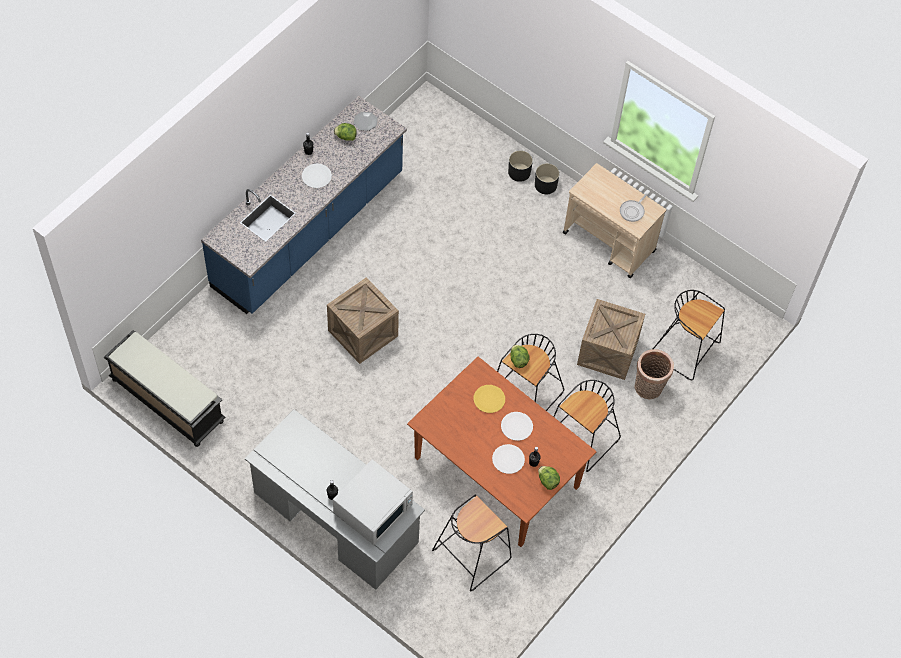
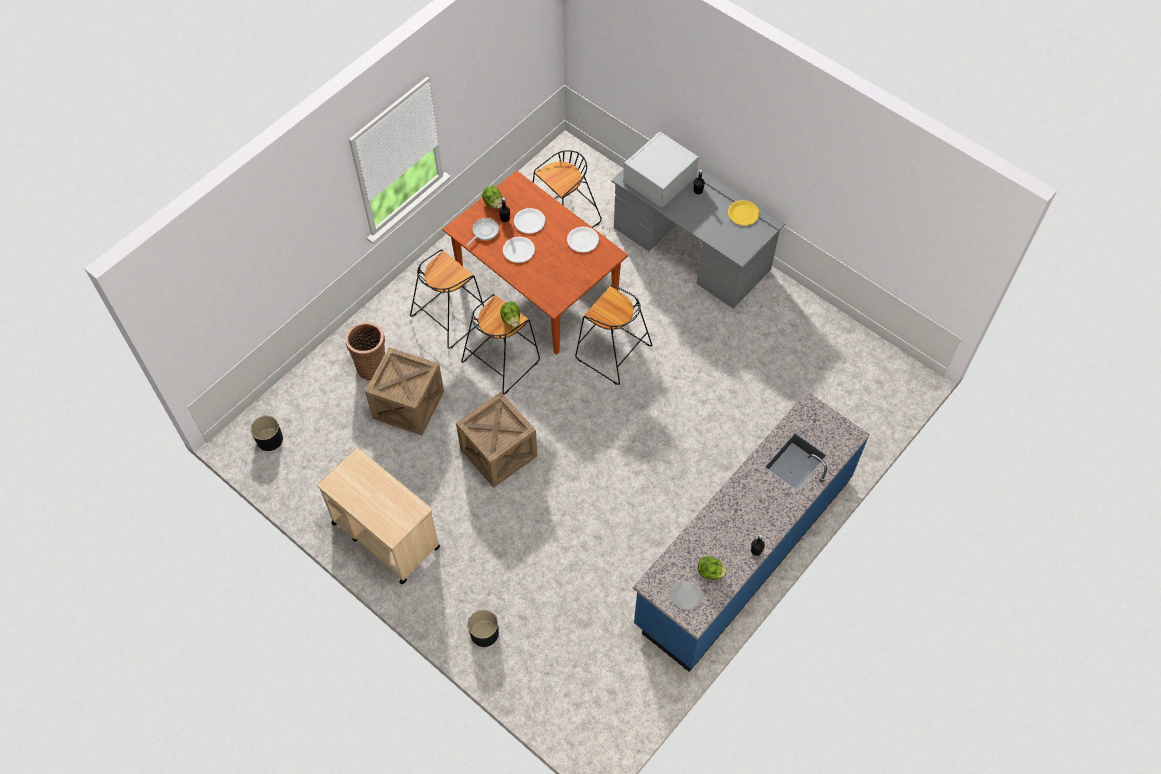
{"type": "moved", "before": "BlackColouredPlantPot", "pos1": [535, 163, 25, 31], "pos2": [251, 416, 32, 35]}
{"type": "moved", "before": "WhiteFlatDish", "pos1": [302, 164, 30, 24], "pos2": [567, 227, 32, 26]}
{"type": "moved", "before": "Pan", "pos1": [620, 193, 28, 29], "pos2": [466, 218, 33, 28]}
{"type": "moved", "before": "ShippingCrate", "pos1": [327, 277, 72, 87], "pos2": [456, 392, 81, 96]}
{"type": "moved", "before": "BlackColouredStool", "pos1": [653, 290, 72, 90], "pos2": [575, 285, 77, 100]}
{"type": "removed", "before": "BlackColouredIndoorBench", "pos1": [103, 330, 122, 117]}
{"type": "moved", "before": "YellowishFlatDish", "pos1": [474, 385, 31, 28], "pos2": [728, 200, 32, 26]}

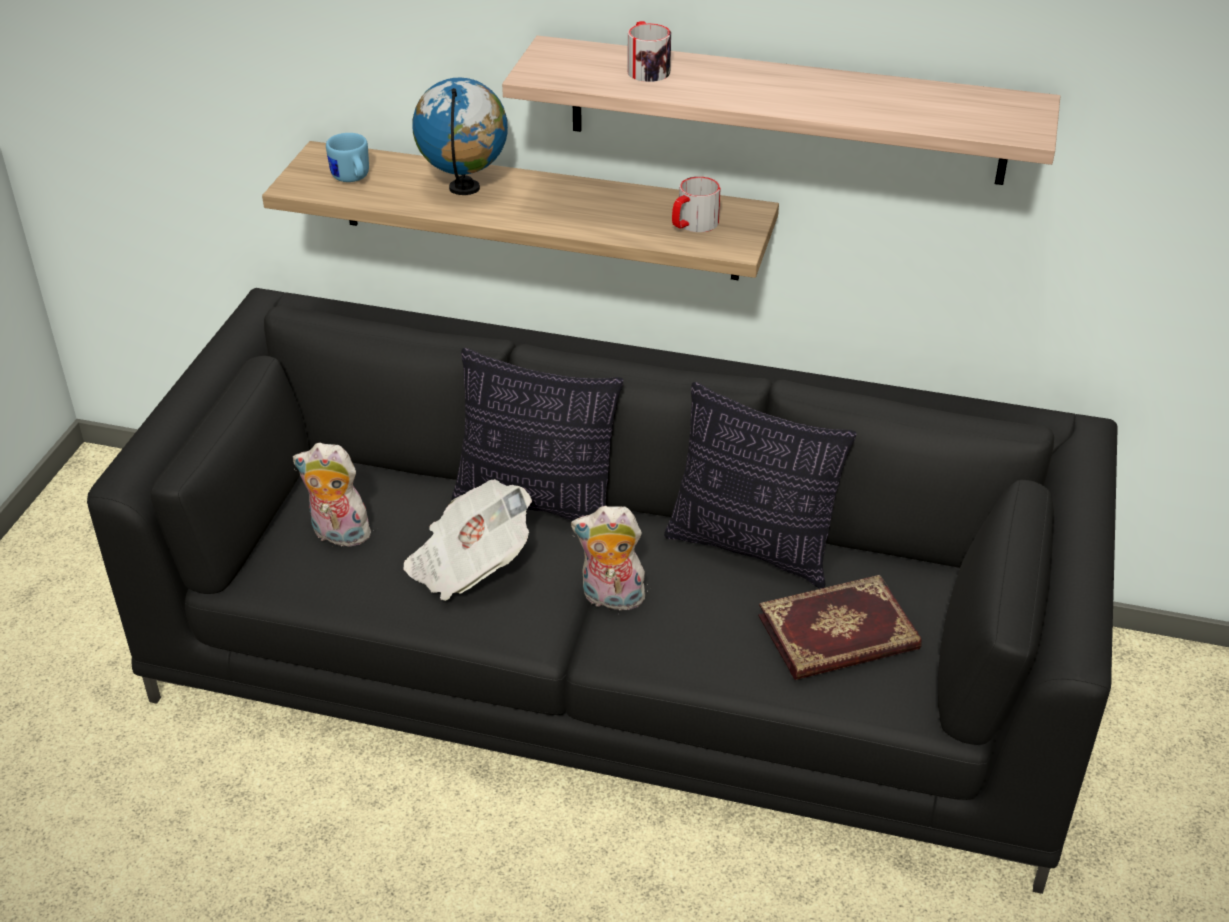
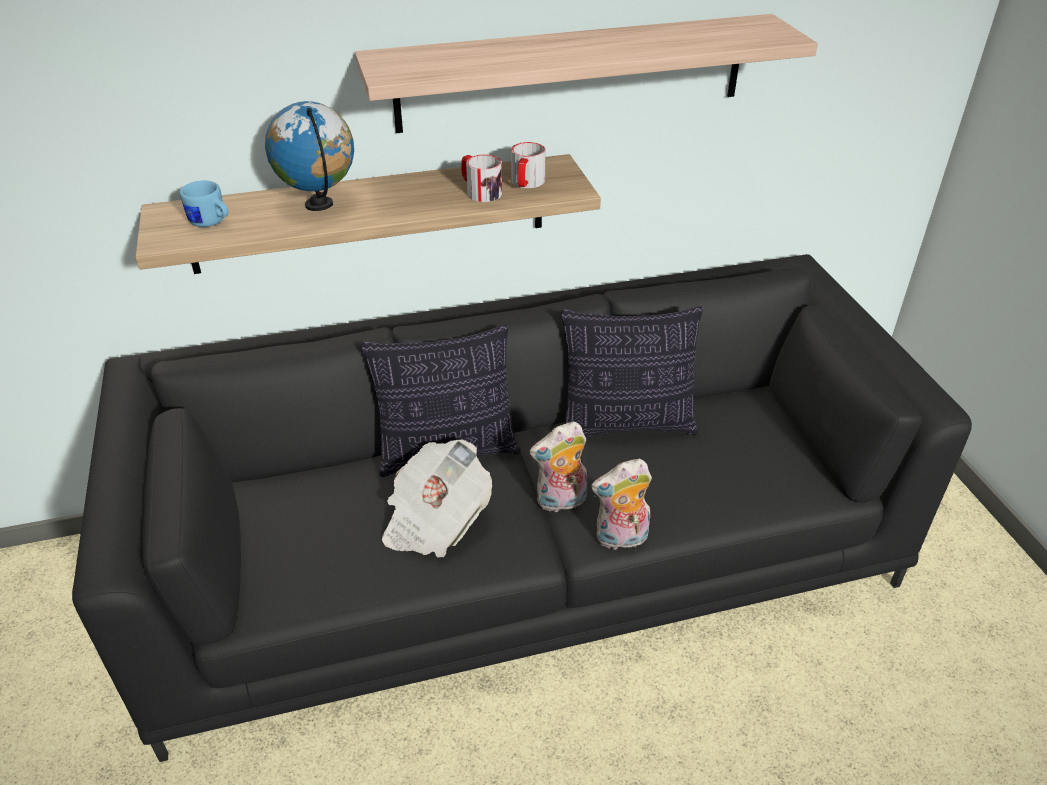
{"type": "moved", "before": "CoffeeMug", "pos1": [627, 21, 44, 61], "pos2": [461, 154, 41, 48]}
{"type": "moved", "before": "SoftToy", "pos1": [293, 443, 81, 107], "pos2": [591, 459, 61, 91]}
{"type": "removed", "before": "BoundBook", "pos1": [758, 575, 164, 105]}

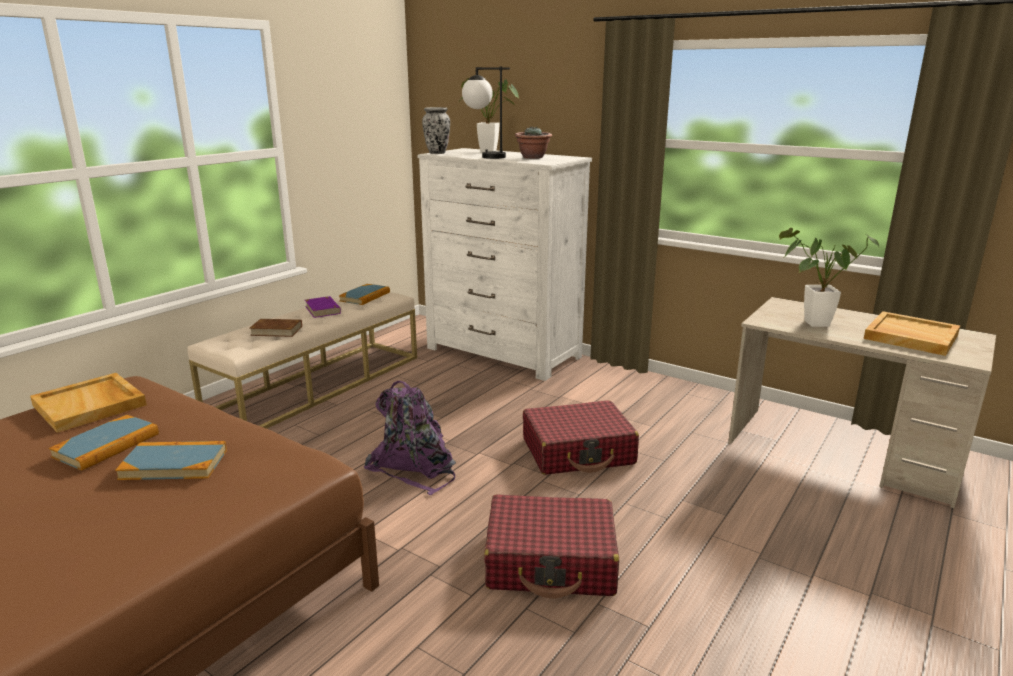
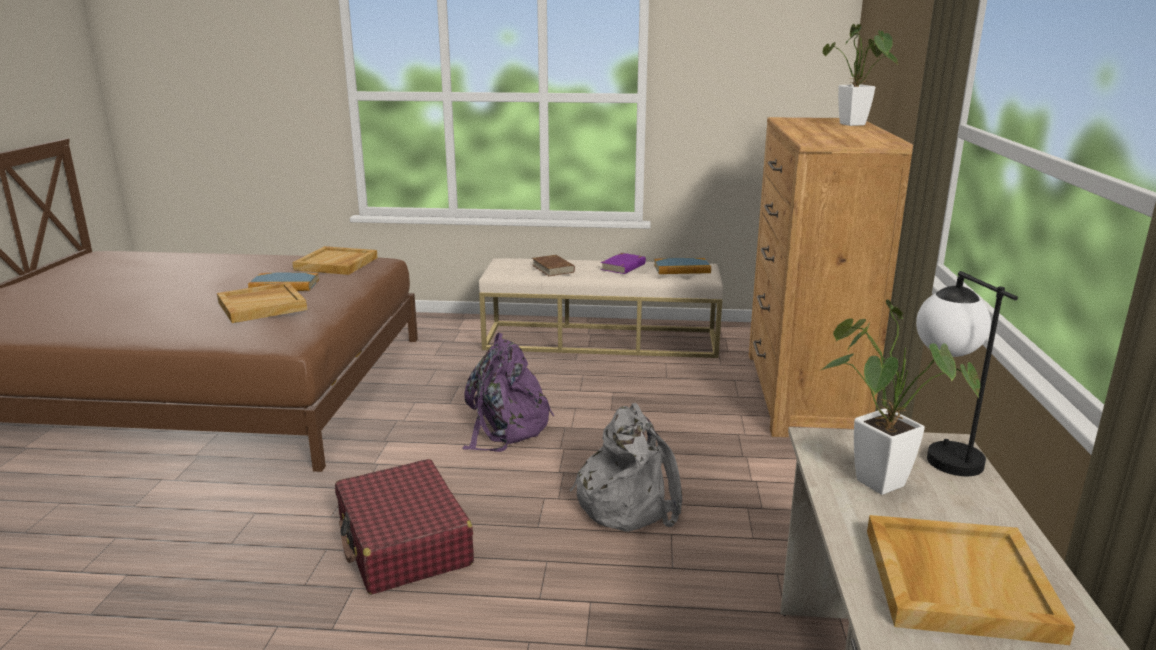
{"type": "moved", "before": "LampForATable", "pos1": [462, 67, 48, 92], "pos2": [916, 271, 102, 205]}
{"type": "removed", "before": "DecorativeVase", "pos1": [422, 107, 28, 47]}
{"type": "removed", "before": "PlantInAPot", "pos1": [515, 127, 37, 32]}
{"type": "recoloured", "before": "WhiteDrawerChest", "after": "BrownColouredDrawerChest", "pos1": [417, 148, 175, 233], "pos2": [749, 117, 164, 320]}
{"type": "replaced", "before": "ReddishPieceOfLuggage", "after": "GreyBackpack", "pos1": [523, 400, 116, 75], "pos2": [570, 403, 112, 129]}
{"type": "replaced", "before": "BoundBook", "after": "BeigeColouredCarryingTray", "pos1": [115, 441, 112, 39], "pos2": [217, 282, 90, 41]}

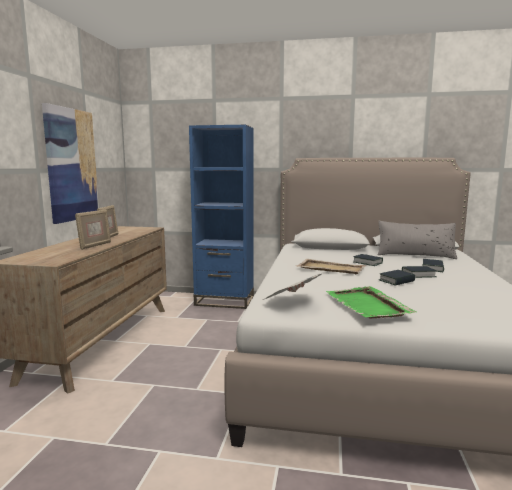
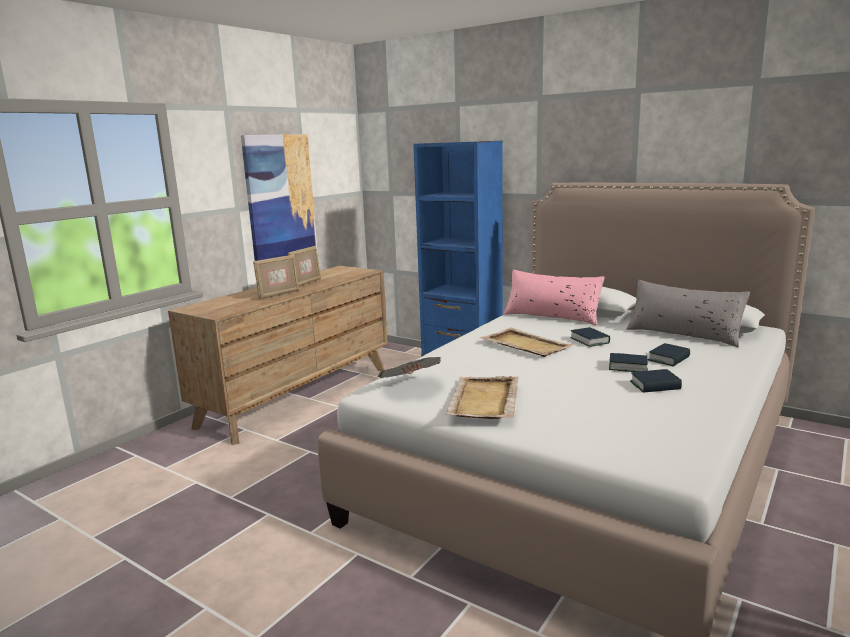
{"type": "moved", "before": "BoundBook", "pos1": [379, 270, 36, 15], "pos2": [630, 369, 52, 24]}
{"type": "recoloured", "before": "GreenishCarryingTray", "after": "BeigeColouredCarryingTray", "pos1": [326, 286, 91, 32], "pos2": [446, 376, 72, 43]}
{"type": "added", "after": "PinkishCushion", "pos2": [504, 269, 101, 56]}

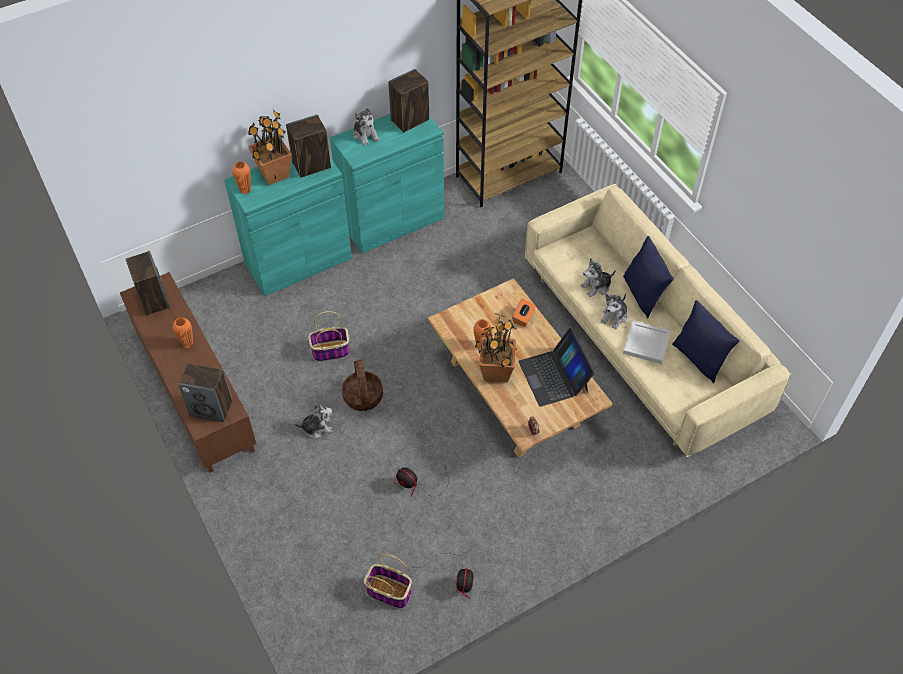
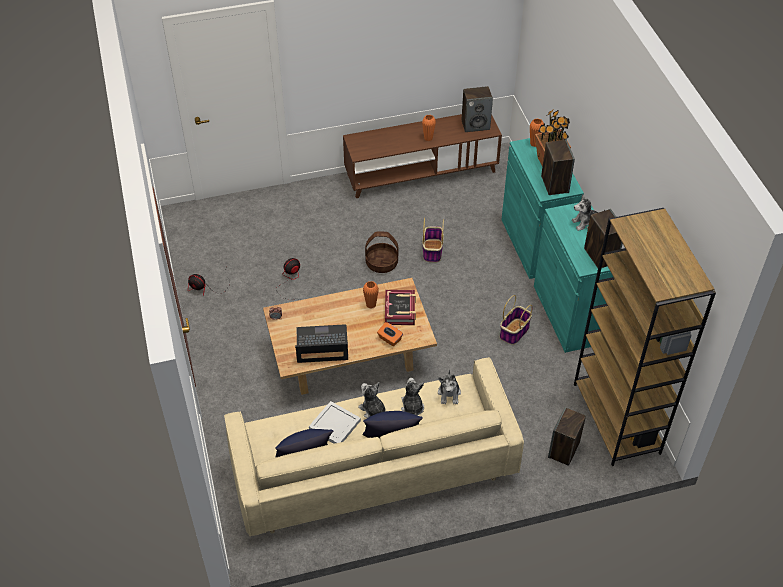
{"type": "removed", "before": "PlantInAPot", "pos1": [475, 313, 42, 70]}
{"type": "moved", "before": "Speaker", "pos1": [178, 363, 54, 59], "pos2": [548, 407, 38, 59]}
{"type": "moved", "before": "SoftToy", "pos1": [295, 403, 38, 35], "pos2": [438, 370, 23, 34]}
{"type": "moved", "before": "HouseholdBasket", "pos1": [364, 554, 48, 55], "pos2": [500, 295, 33, 50]}
{"type": "added", "after": "BoundBook", "pos2": [385, 290, 31, 35]}

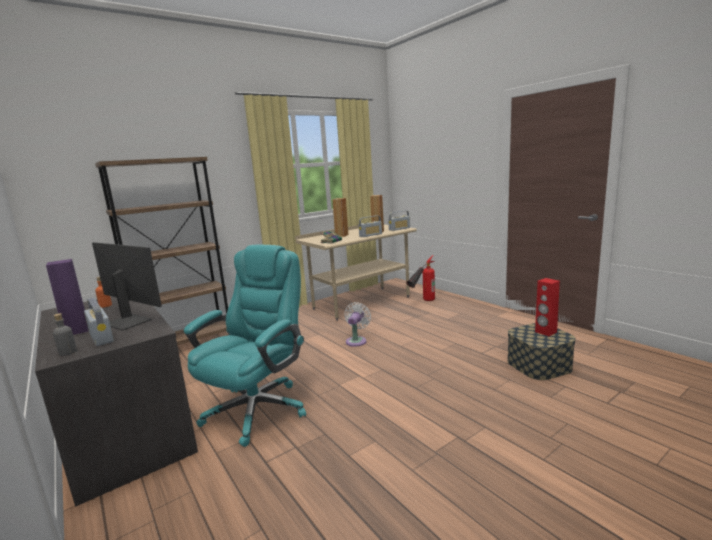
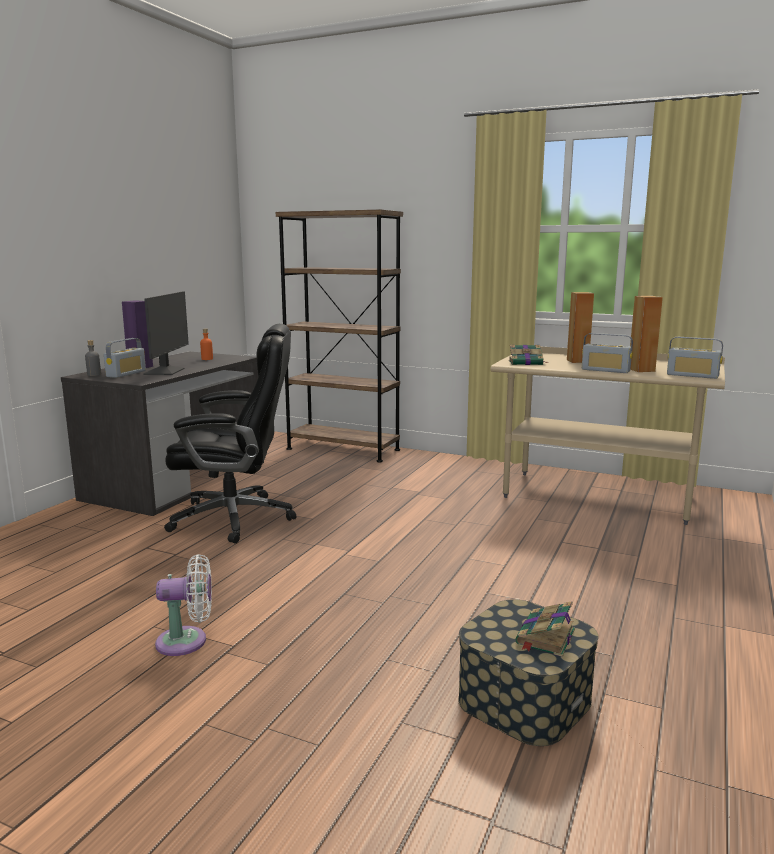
{"type": "recoloured", "before": "BlueGreenDeskChair", "after": "BlackColouredDeskChair", "pos1": [184, 244, 122, 203], "pos2": [164, 324, 132, 220]}
{"type": "removed", "before": "FireExtinguisher", "pos1": [407, 255, 28, 46]}
{"type": "replaced", "before": "ReddishSpeaker", "after": "BoundBook", "pos1": [535, 278, 25, 58], "pos2": [516, 601, 59, 56]}
{"type": "moved", "before": "WhiteFan", "pos1": [344, 302, 27, 45], "pos2": [155, 554, 57, 102]}

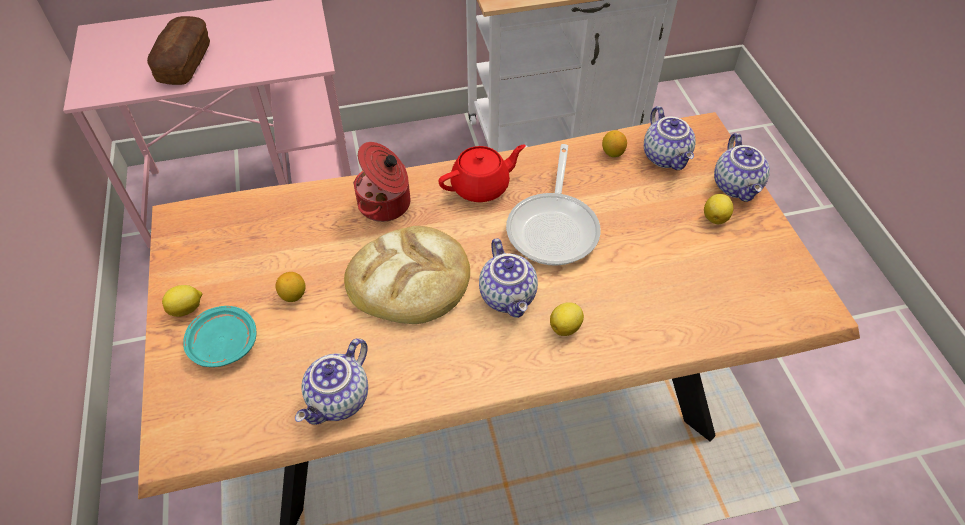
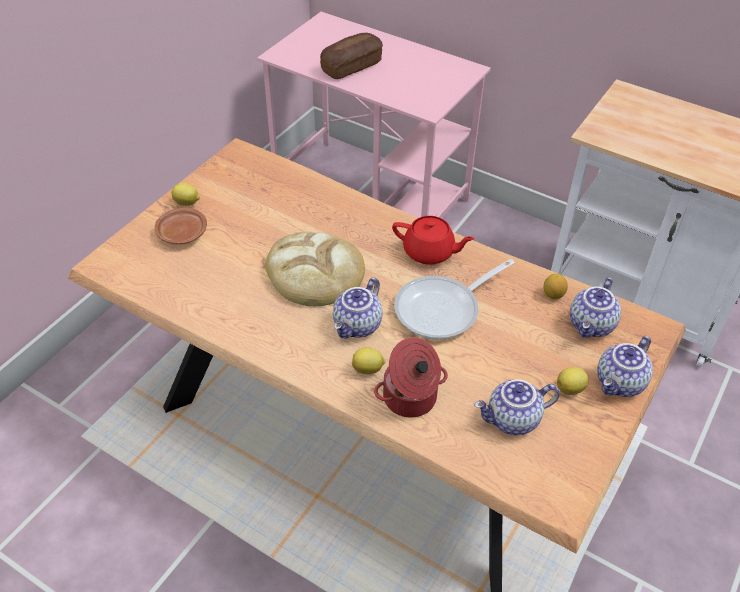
{"type": "moved", "before": "Saucepot", "pos1": [353, 142, 57, 80], "pos2": [374, 337, 74, 81]}
{"type": "removed", "before": "Lemon", "pos1": [276, 272, 30, 30]}
{"type": "recoloured", "before": "BlueGreenFlatDish", "after": "BrownColouredFlatDish", "pos1": [183, 306, 73, 61], "pos2": [155, 208, 52, 36]}
{"type": "moved", "before": "PotForTea", "pos1": [295, 338, 73, 87], "pos2": [474, 379, 86, 56]}

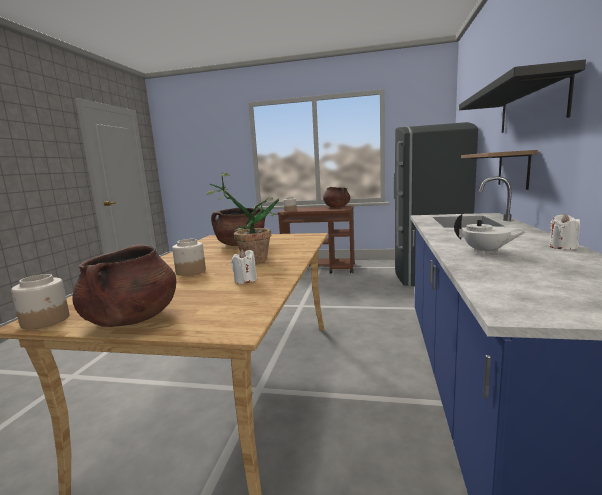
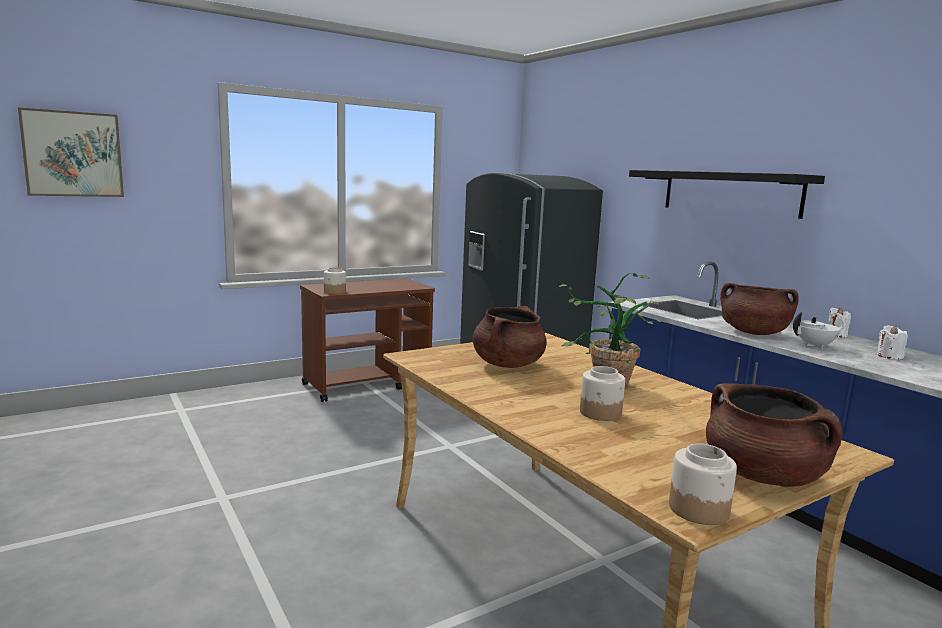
{"type": "removed", "before": "Shelf", "pos1": [461, 150, 77, 40]}
{"type": "moved", "before": "BrownColouredSaucepot", "pos1": [323, 187, 27, 20], "pos2": [720, 283, 79, 52]}
{"type": "moved", "before": "WhiteWaxCandle", "pos1": [231, 249, 26, 35], "pos2": [877, 325, 31, 34]}
{"type": "added", "after": "WallPicture", "pos2": [18, 107, 106, 90]}

